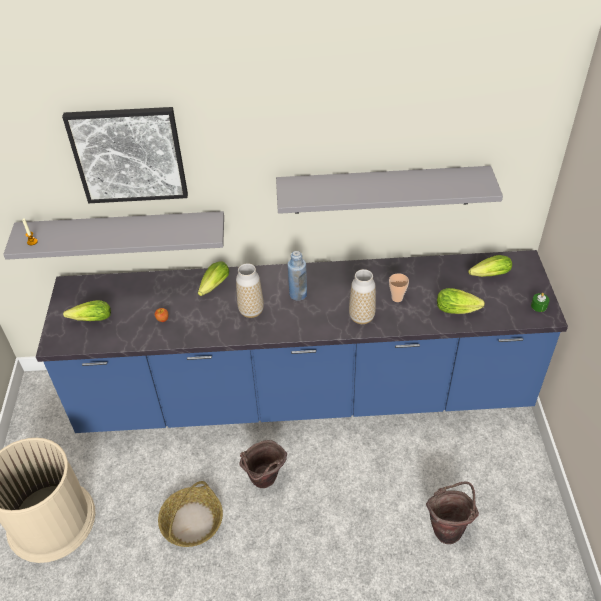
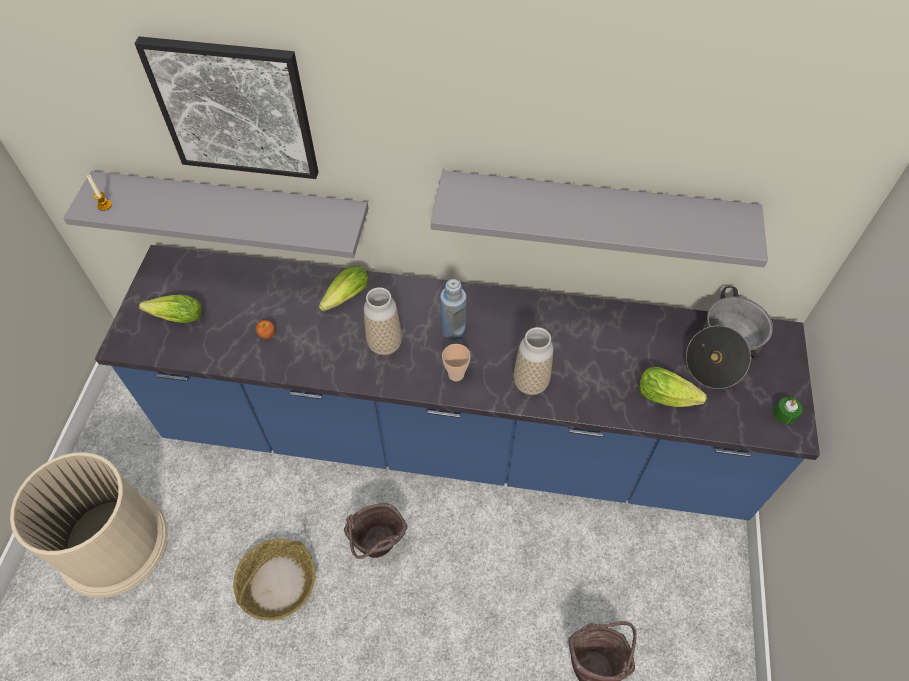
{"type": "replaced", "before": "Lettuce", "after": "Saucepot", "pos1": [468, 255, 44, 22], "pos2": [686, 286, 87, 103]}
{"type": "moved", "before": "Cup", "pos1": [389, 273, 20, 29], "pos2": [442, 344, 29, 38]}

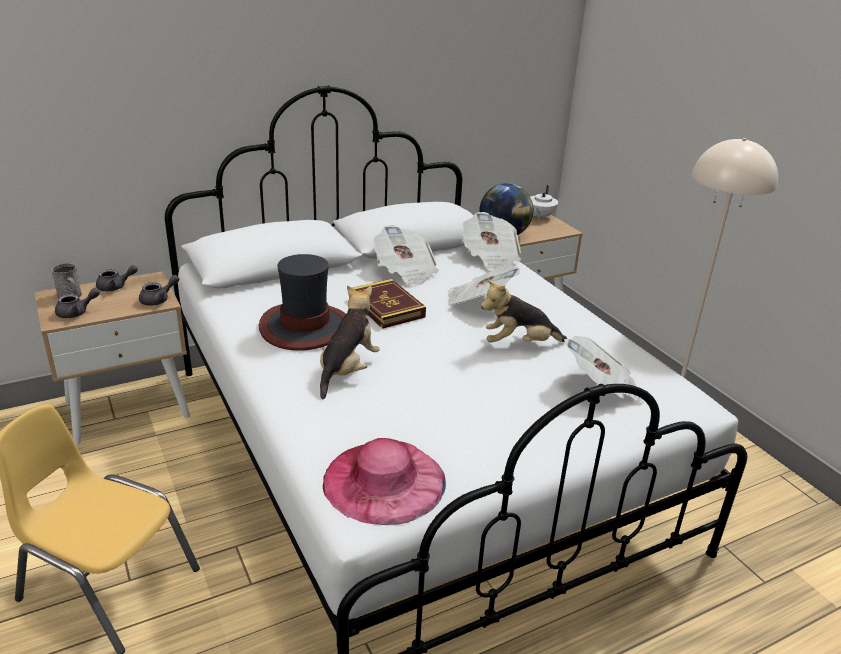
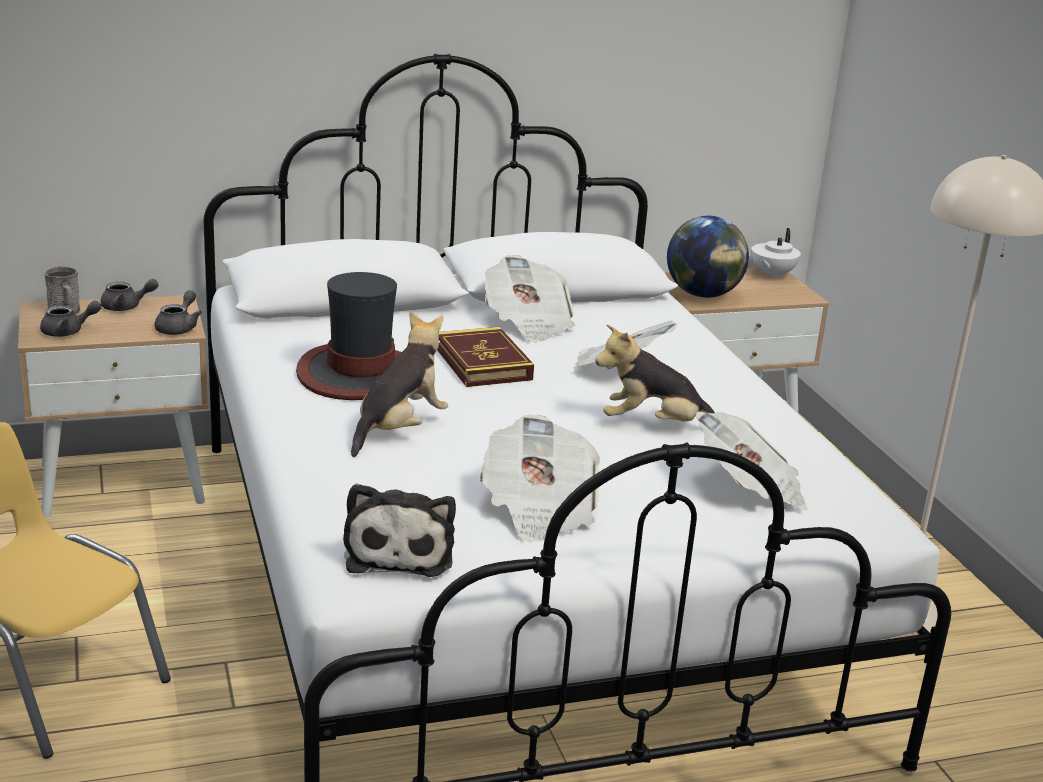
{"type": "moved", "before": "PrintedPaper", "pos1": [462, 212, 59, 59], "pos2": [479, 415, 121, 127]}
{"type": "turned", "before": "GreyPotForTea", "pos1": [139, 275, 40, 31], "pos2": [155, 290, 47, 45], "turn": -45}
{"type": "replaced", "before": "PinkishWearableHat", "after": "SoftToy", "pos1": [323, 438, 123, 87], "pos2": [343, 483, 113, 94]}

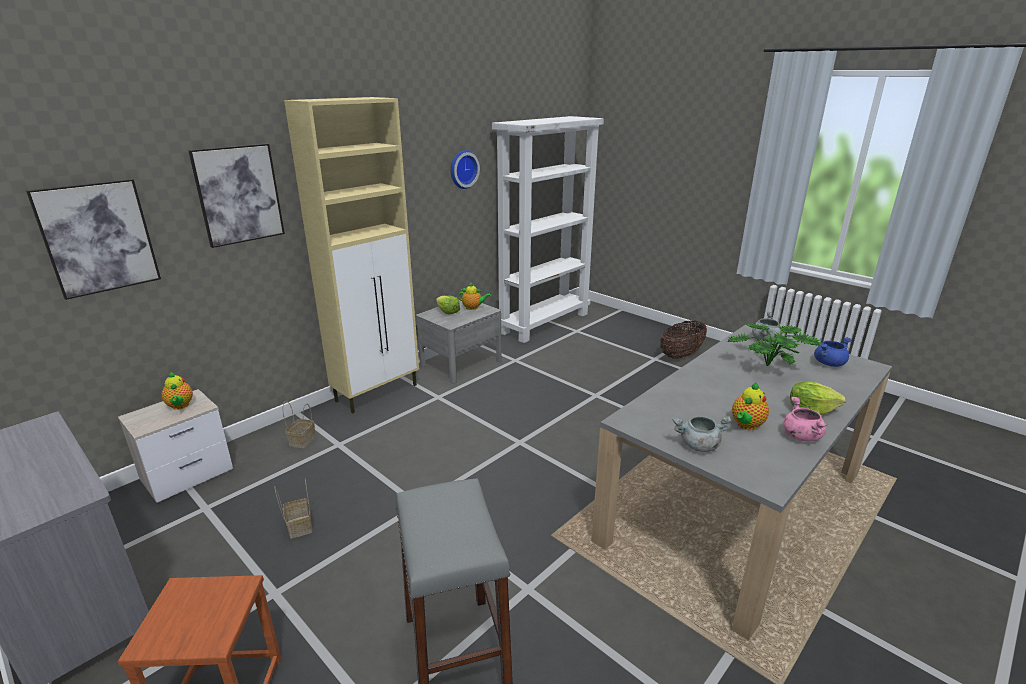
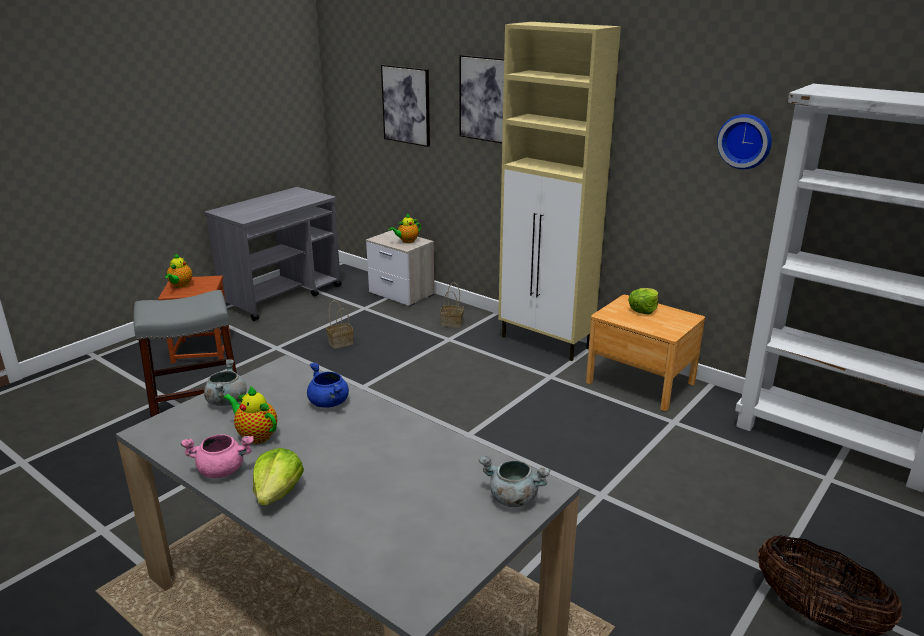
{"type": "moved", "before": "PotForTea", "pos1": [458, 282, 33, 28], "pos2": [165, 253, 27, 35]}
{"type": "recoloured", "before": "GreyBedsideTable", "after": "BrownColouredBedsideTable", "pos1": [416, 300, 86, 83], "pos2": [586, 295, 119, 116]}
{"type": "removed", "before": "PlantInAPot", "pos1": [727, 323, 94, 43]}
{"type": "moved", "before": "BlueColouredSaucepot", "pos1": [814, 337, 37, 30], "pos2": [307, 362, 42, 46]}

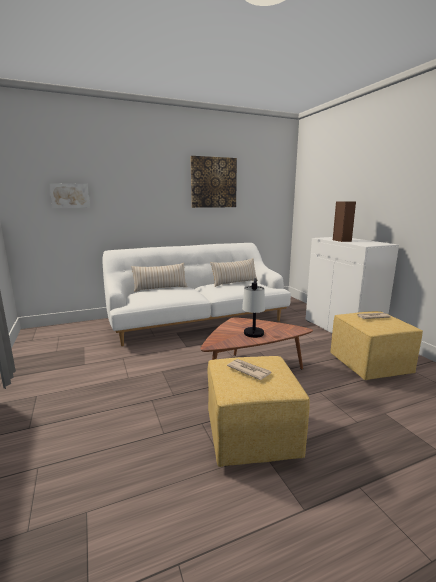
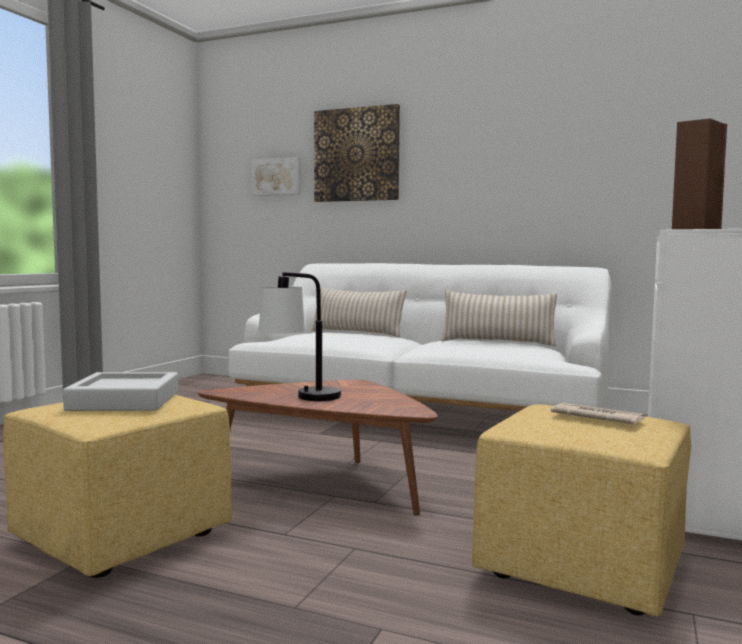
{"type": "moved", "before": "WallPicture", "pos1": [190, 156, 47, 52], "pos2": [314, 104, 86, 98]}
{"type": "replaced", "before": "PrintedPaper", "after": "GreyCarryingTray", "pos1": [227, 359, 44, 21], "pos2": [63, 372, 116, 39]}

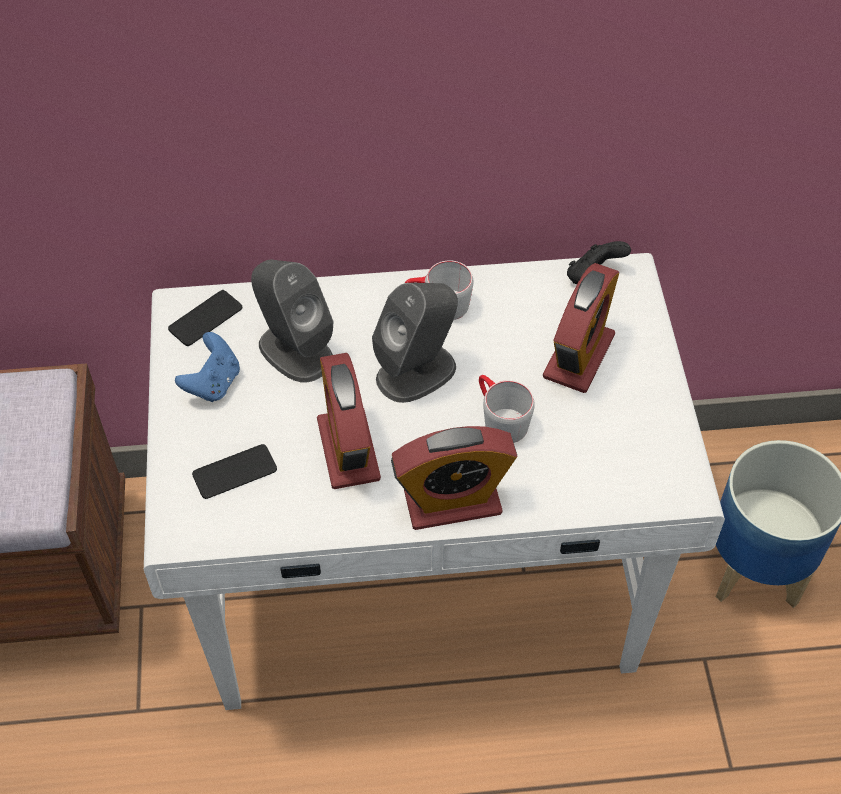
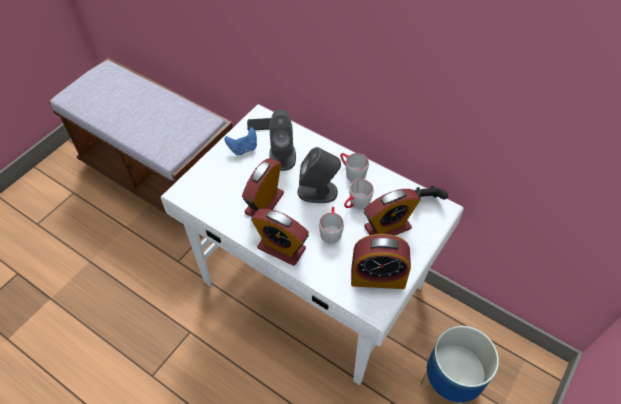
{"type": "removed", "before": "Telephone", "pos1": [192, 444, 85, 55]}
{"type": "added", "after": "GreyCoffeeMug", "pos2": [344, 179, 30, 30]}
{"type": "added", "after": "TableClock", "pos2": [351, 234, 60, 55]}

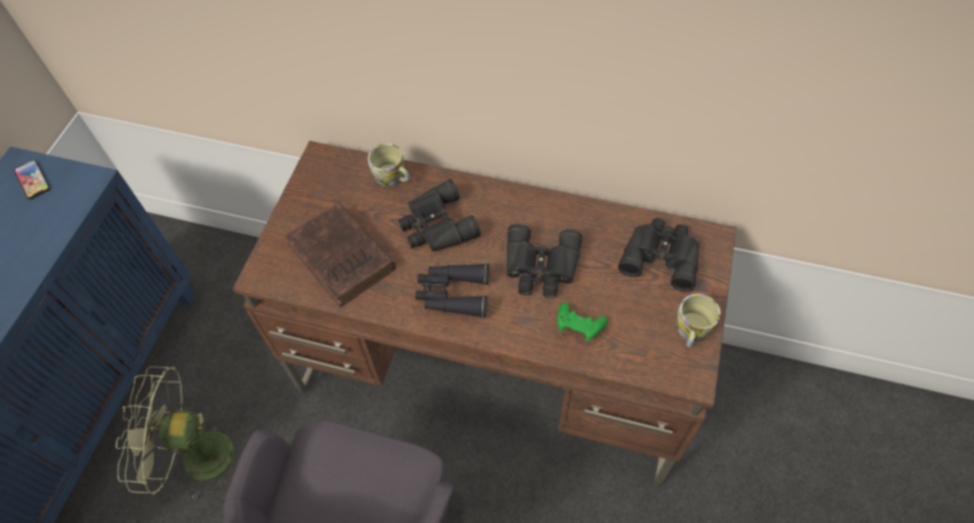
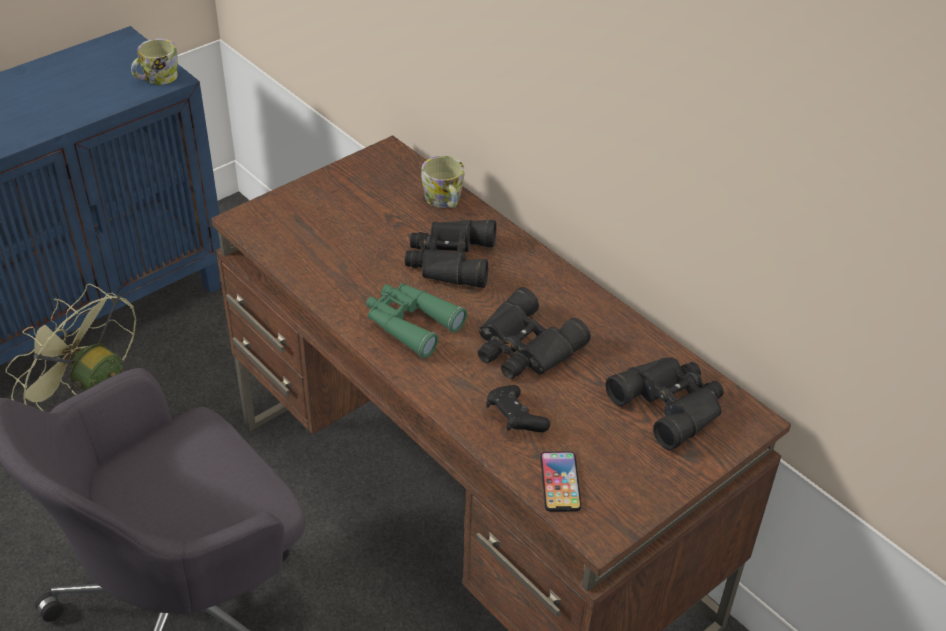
{"type": "moved", "before": "Telephone", "pos1": [14, 160, 36, 39], "pos2": [540, 451, 42, 61]}
{"type": "removed", "before": "BrownColouredBoundBook", "pos1": [285, 202, 111, 105]}
{"type": "recoloured", "before": "BlackColouredFieldGlasses", "after": "GreenishFieldGlasses", "pos1": [415, 264, 74, 54], "pos2": [366, 283, 101, 75]}
{"type": "moved", "before": "CoffeeMug", "pos1": [677, 294, 44, 54], "pos2": [131, 39, 47, 46]}
{"type": "recoloured", "before": "GreenishGamepad", "after": "BlackColouredGamepad", "pos1": [557, 303, 51, 39], "pos2": [486, 385, 64, 47]}

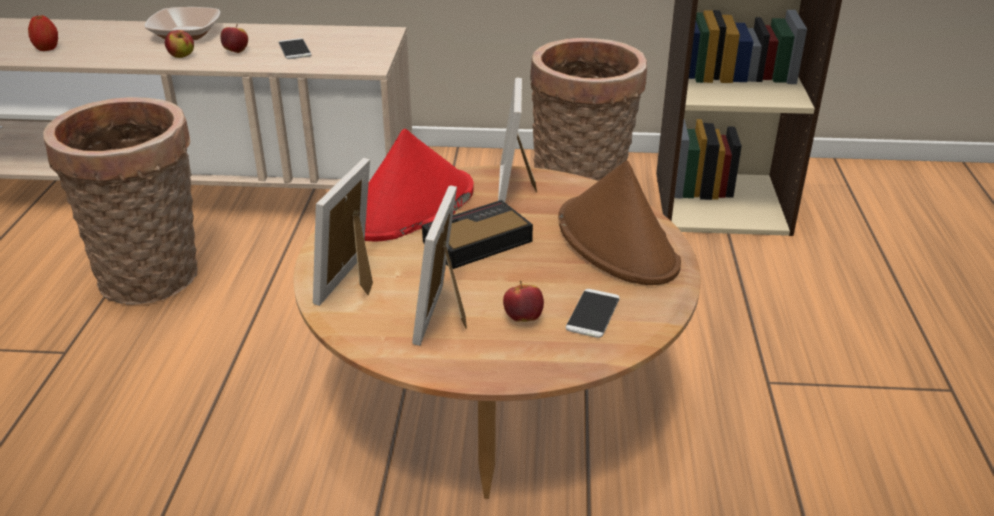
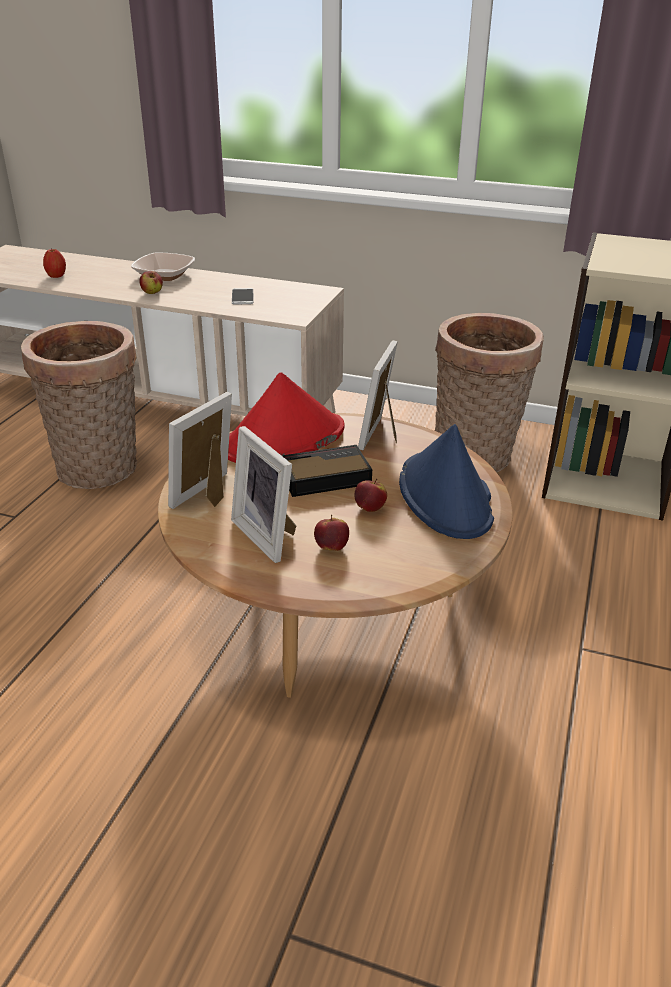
{"type": "moved", "before": "Apple", "pos1": [220, 24, 28, 29], "pos2": [355, 478, 32, 34]}
{"type": "recoloured", "before": "BrownColouredWearableHat", "after": "BlueColouredWearableHat", "pos1": [558, 160, 123, 125], "pos2": [399, 424, 95, 115]}
{"type": "turned", "before": "StandingFrame", "pos1": [412, 186, 55, 160], "pos2": [231, 426, 65, 137], "turn": -60}
{"type": "removed", "before": "Telephone", "pos1": [566, 289, 54, 49]}

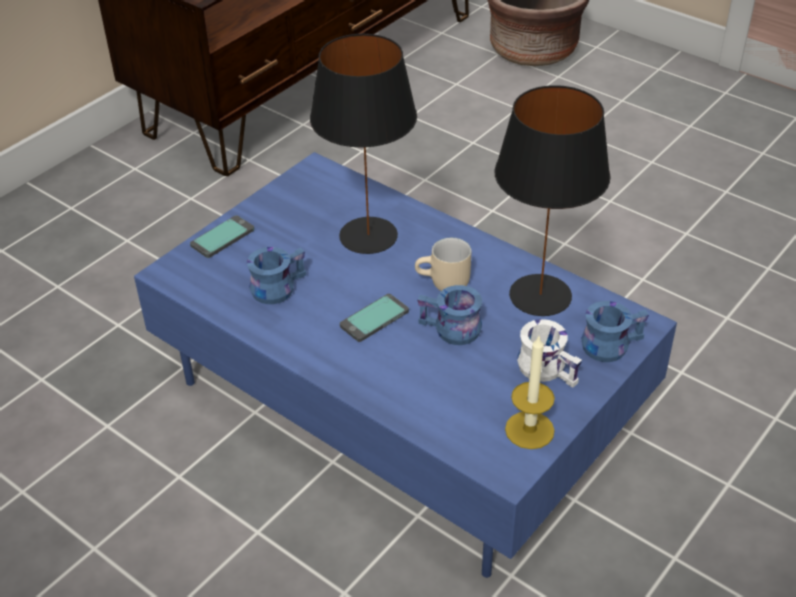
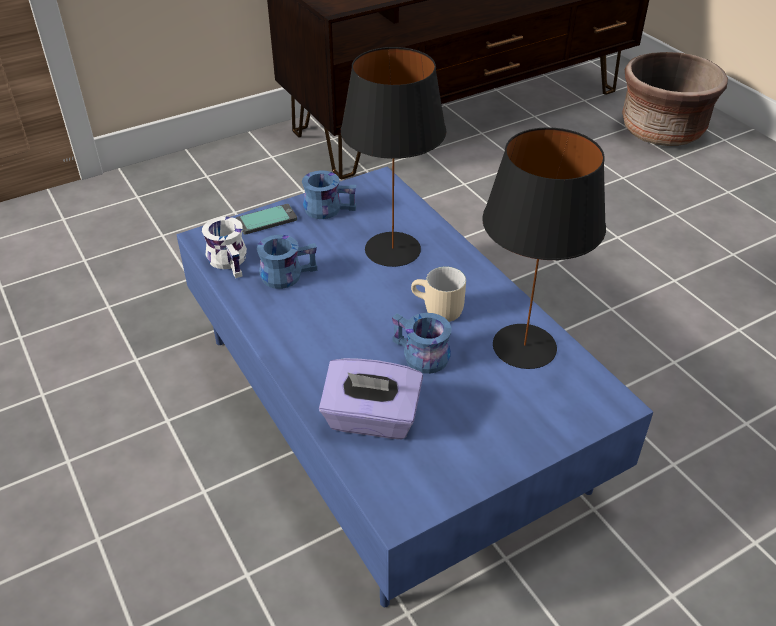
{"type": "removed", "before": "Telephone", "pos1": [340, 294, 69, 48]}
{"type": "moved", "before": "BlueColouredCoffeeMug", "pos1": [581, 301, 68, 61], "pos2": [302, 170, 54, 49]}
{"type": "moved", "before": "WhiteCoffeeMug", "pos1": [517, 319, 65, 69], "pos2": [202, 217, 45, 61]}
{"type": "removed", "before": "WaxCandle", "pos1": [505, 336, 50, 113]}
{"type": "added", "after": "PurpleColouredTissueBox", "pos2": [319, 358, 104, 81]}

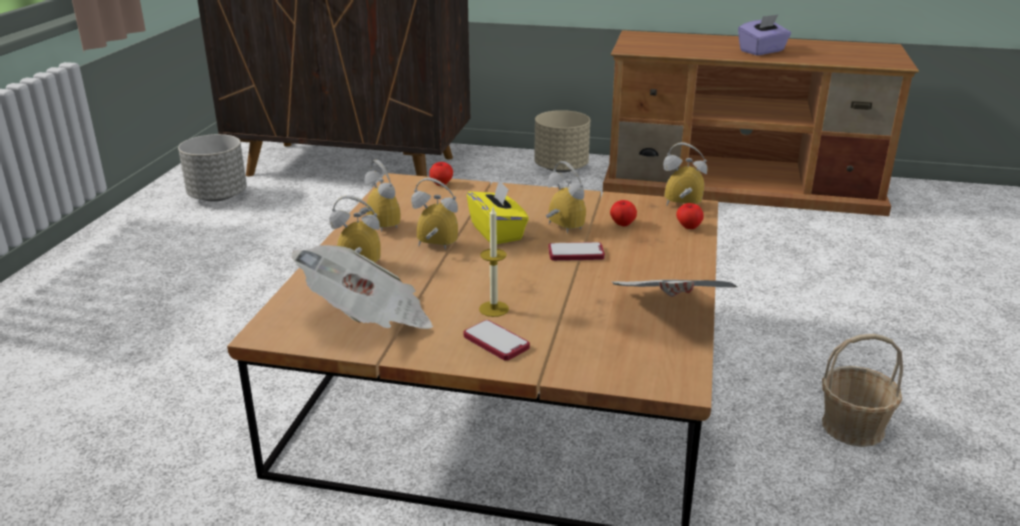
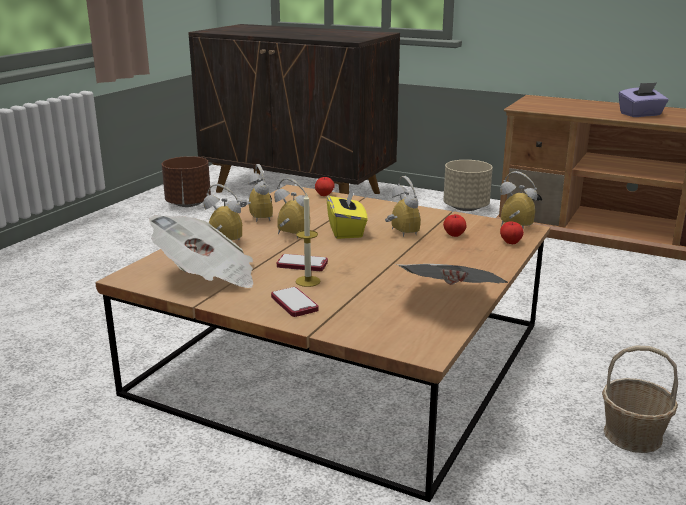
{"type": "recoloured", "before": "GreyPlantPot", "after": "BrownColouredPlantPot", "pos1": [178, 134, 69, 68], "pos2": [162, 156, 49, 51]}
{"type": "moved", "before": "Telephone", "pos1": [549, 242, 56, 19], "pos2": [277, 254, 51, 17]}

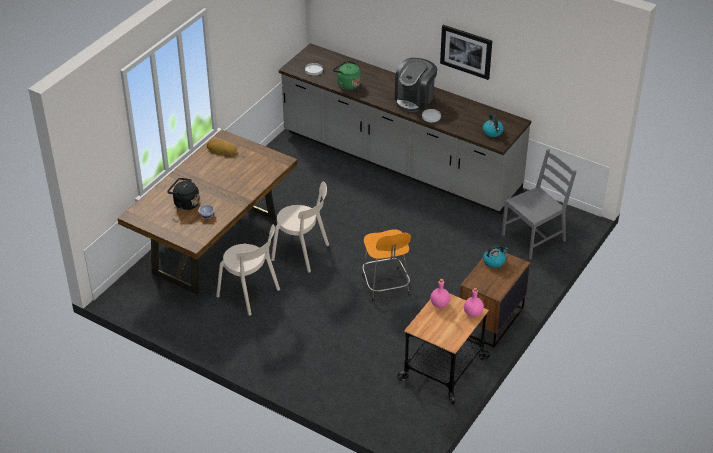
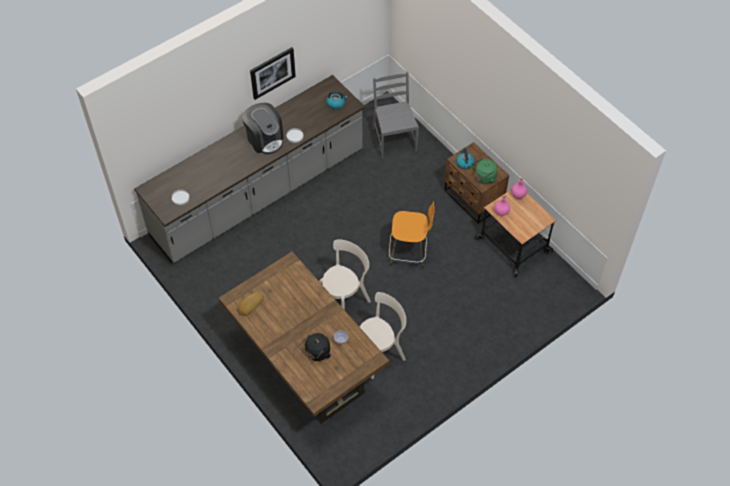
{"type": "moved", "before": "GreenishKettle", "pos1": [333, 61, 28, 29], "pos2": [472, 158, 25, 26]}

